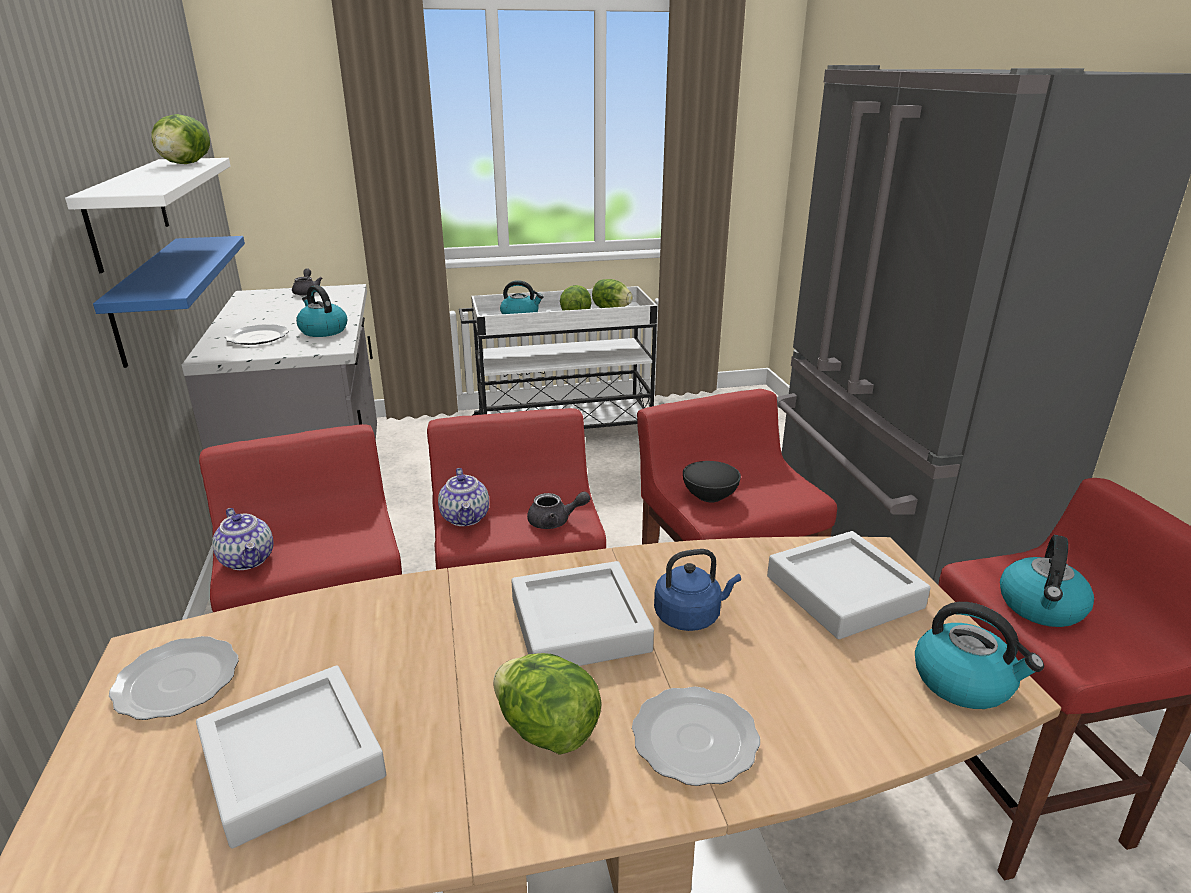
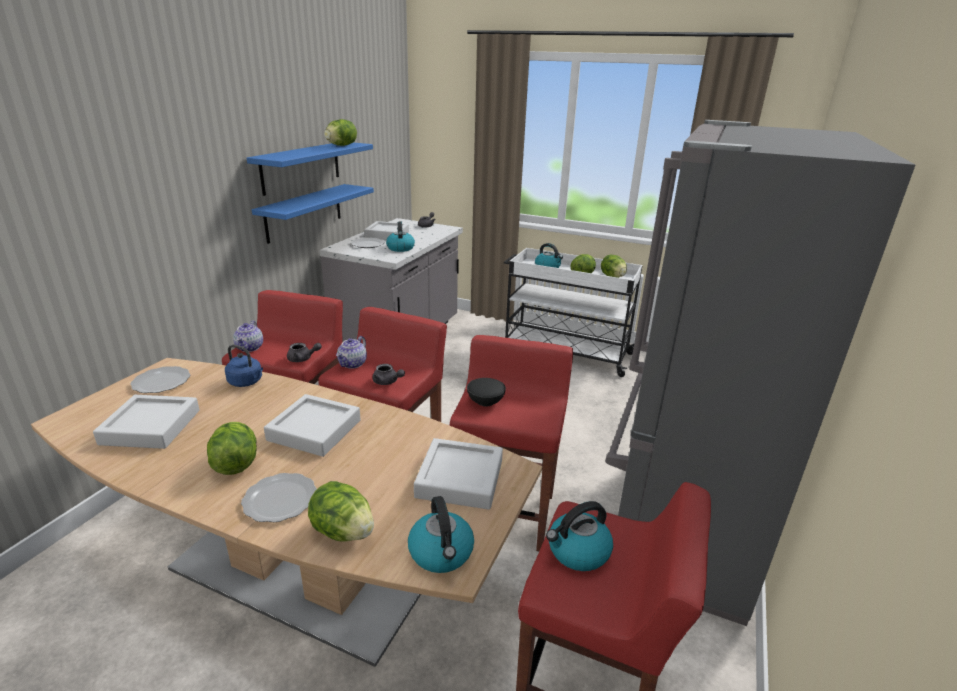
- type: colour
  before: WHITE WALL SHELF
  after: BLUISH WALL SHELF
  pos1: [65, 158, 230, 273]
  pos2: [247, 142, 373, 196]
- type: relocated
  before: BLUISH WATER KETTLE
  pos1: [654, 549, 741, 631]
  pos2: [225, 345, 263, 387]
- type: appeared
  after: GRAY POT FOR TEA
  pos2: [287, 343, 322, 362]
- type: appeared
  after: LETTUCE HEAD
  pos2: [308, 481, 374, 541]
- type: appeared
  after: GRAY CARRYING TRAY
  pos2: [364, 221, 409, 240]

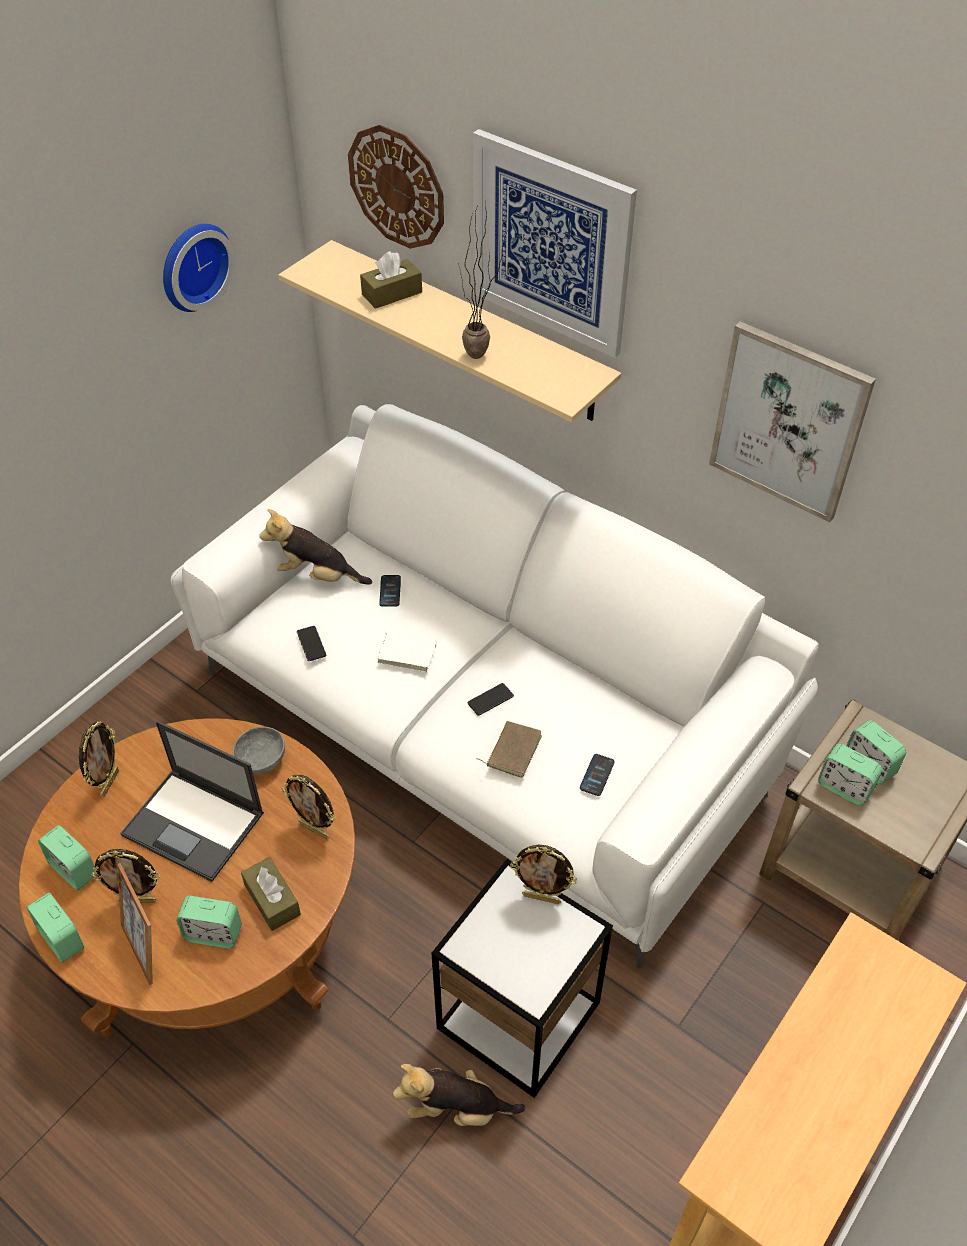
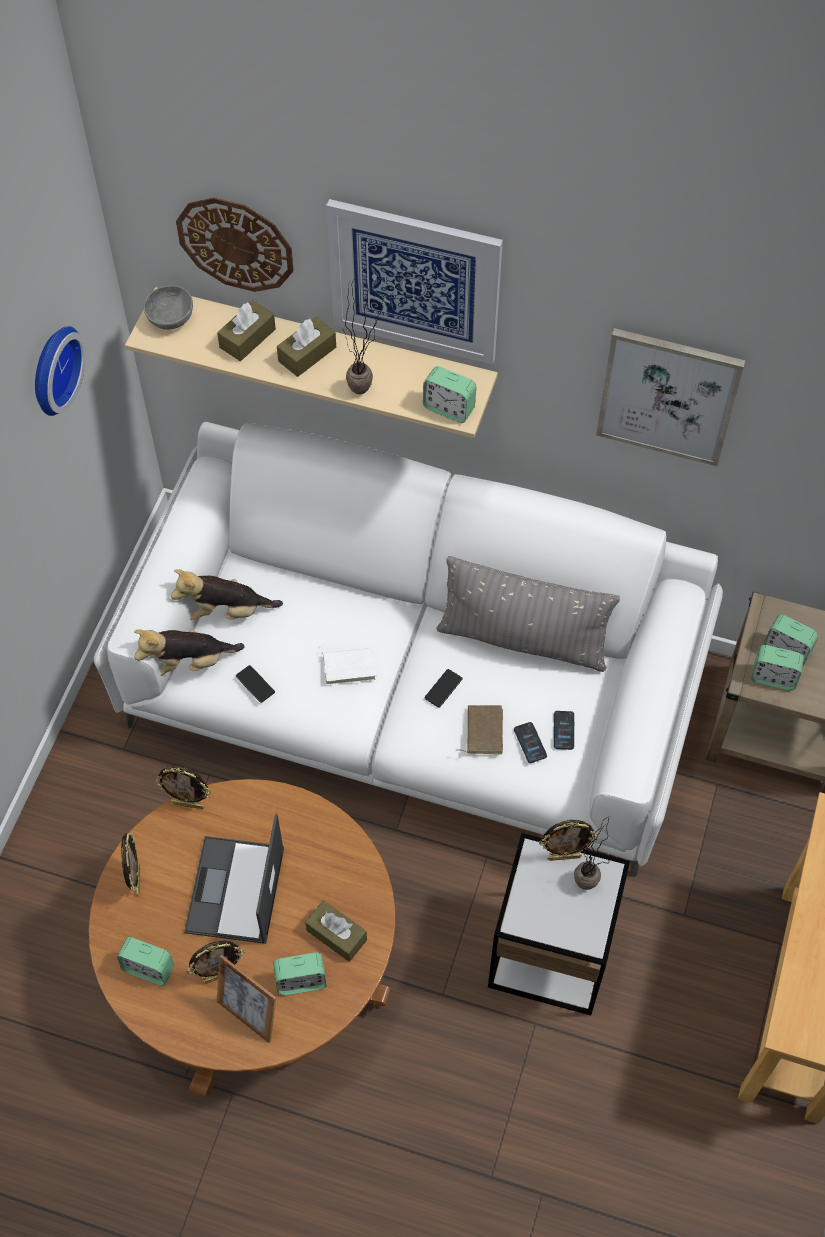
- type: relocated
  before: ALARM CLOCK
  pos1: [26, 893, 84, 963]
  pos2: [423, 366, 476, 423]
- type: spun
  before: PORTABLE COMPUTER
  pos1: [120, 721, 264, 882]
  pos2: [184, 813, 284, 944]
  turn: 90
- type: relocated
  before: GRAY DEEP DISH
  pos1: [233, 727, 285, 774]
  pos2: [144, 285, 193, 330]
- type: relocated
  before: PHOTO FRAME
  pos1: [281, 775, 335, 839]
  pos2: [154, 766, 211, 809]
- type: relocated
  before: PHONE
  pos1: [379, 575, 401, 607]
  pos2: [514, 722, 547, 763]
- type: relocated
  before: SOFT TOY
  pos1: [393, 1064, 525, 1126]
  pos2: [134, 629, 245, 676]
- type: appeared
  after: BROWN-COLOURED TISSUE BOX
  pos2: [277, 317, 336, 377]
- type: appeared
  after: GRAY PILLOW
  pos2: [436, 556, 620, 672]
- type: appeared
  after: POTTED PLANT
  pos2: [574, 816, 611, 890]

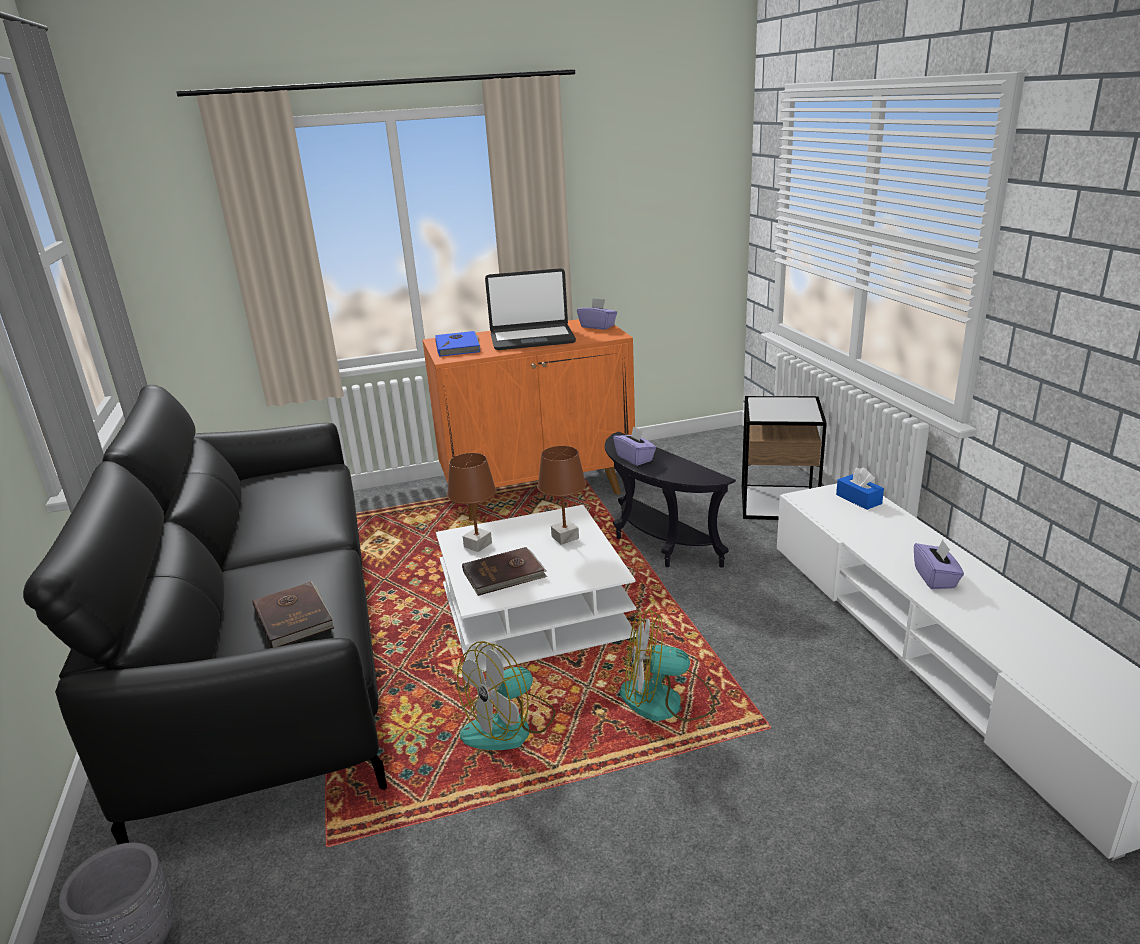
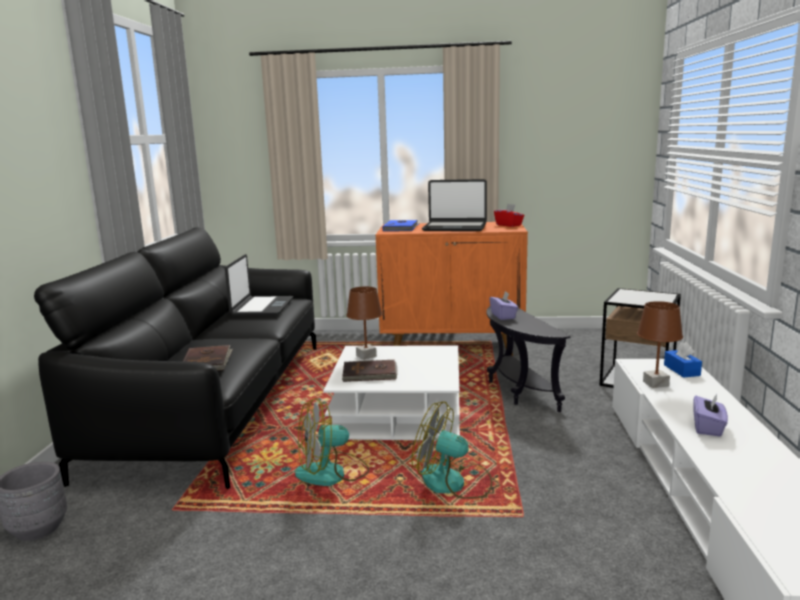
- type: relocated
  before: BROWN-COLOURED TABLETOP LAMP
  pos1: [537, 446, 586, 545]
  pos2: [637, 301, 683, 388]
- type: colour
  before: PURPLE-COLOURED TISSUE BOX
  after: RED-COLOURED TISSUE BOX
  pos1: [577, 298, 617, 330]
  pos2: [494, 204, 524, 227]
- type: appeared
  after: PORTABLE COMPUTER
  pos2: [225, 254, 293, 316]

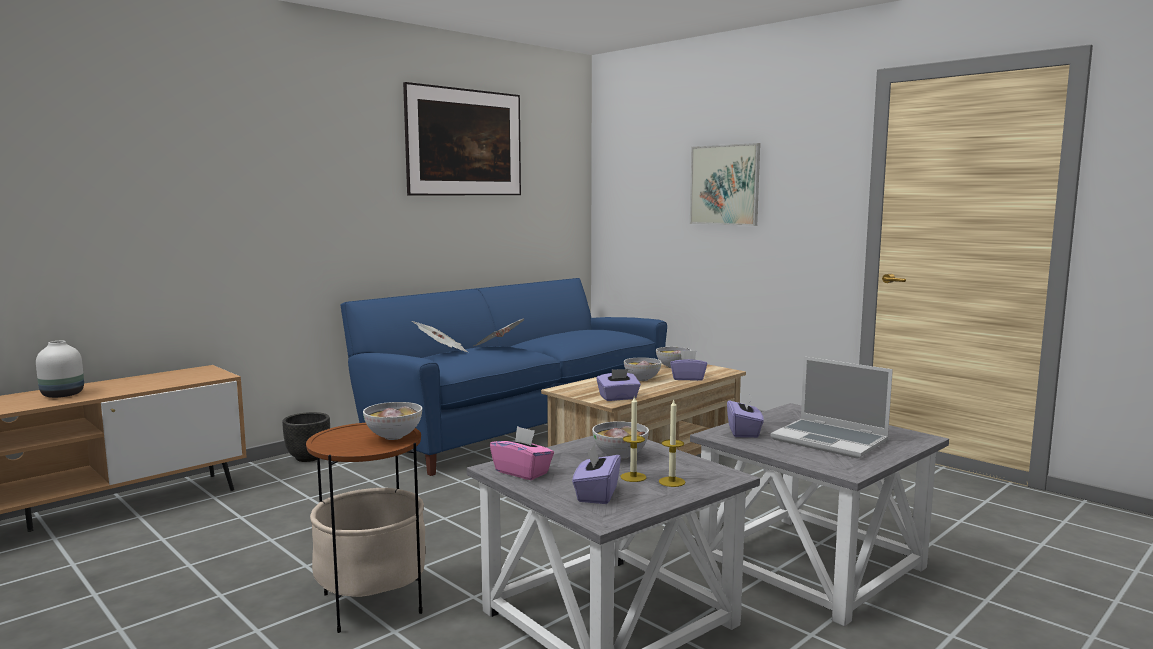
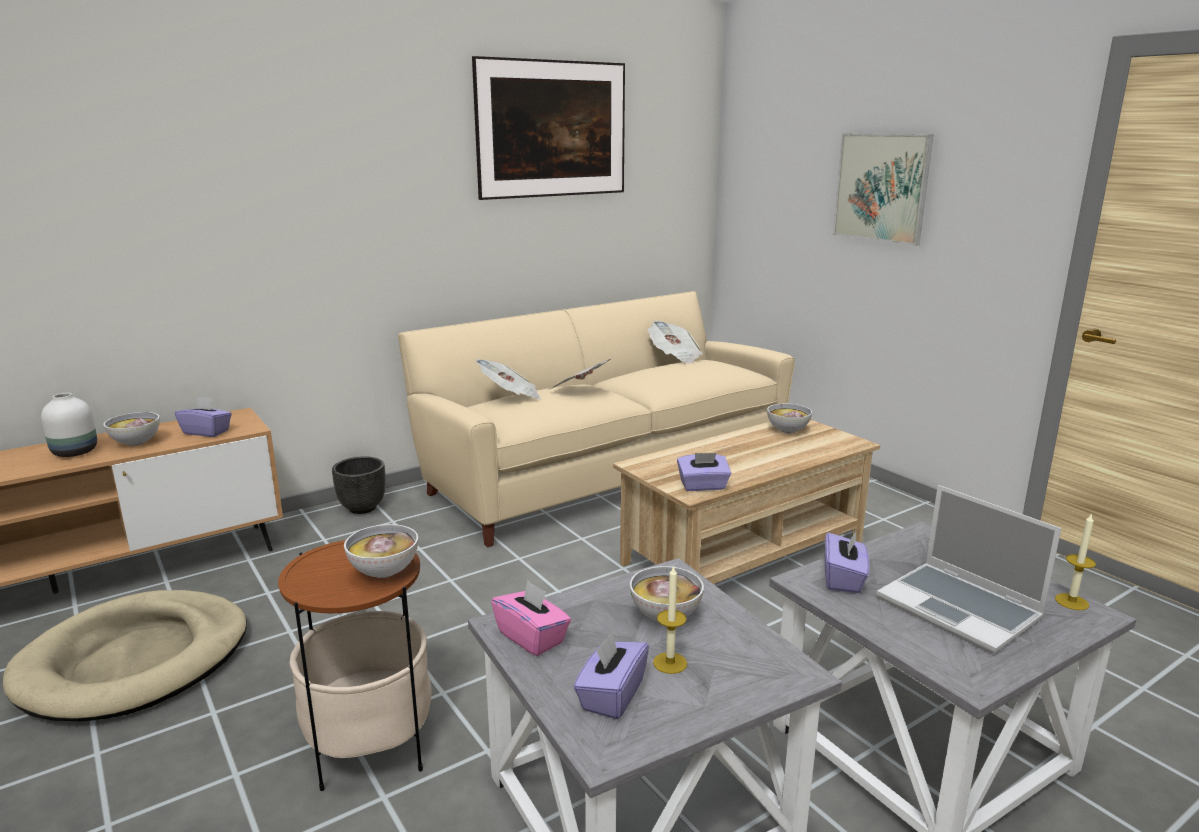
- type: colour
  before: BLUISH SETTEE
  after: BEIGE SETTEE
  pos1: [341, 278, 667, 476]
  pos2: [398, 291, 795, 547]
- type: relocated
  before: DEEP DISH
  pos1: [624, 358, 662, 381]
  pos2: [103, 412, 160, 446]
- type: relocated
  before: WAX LIGHT
  pos1: [659, 400, 685, 487]
  pos2: [1055, 513, 1096, 610]
- type: relocated
  before: PURPLE-COLOURED TISSUE BOX
  pos1: [670, 350, 707, 381]
  pos2: [175, 397, 232, 437]
- type: appeared
  after: BEIGE PET BED
  pos2: [3, 590, 247, 722]
- type: appeared
  after: PRINTED PAPER
  pos2: [648, 321, 703, 364]

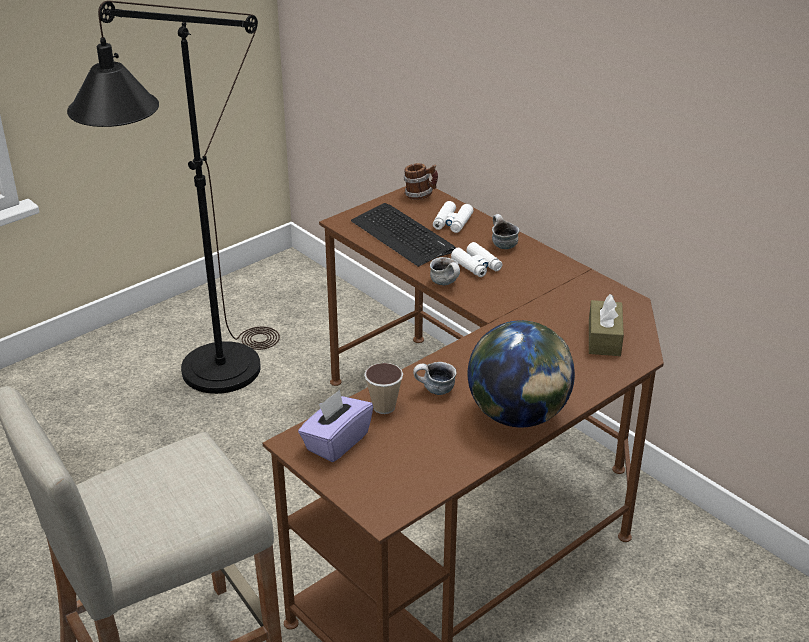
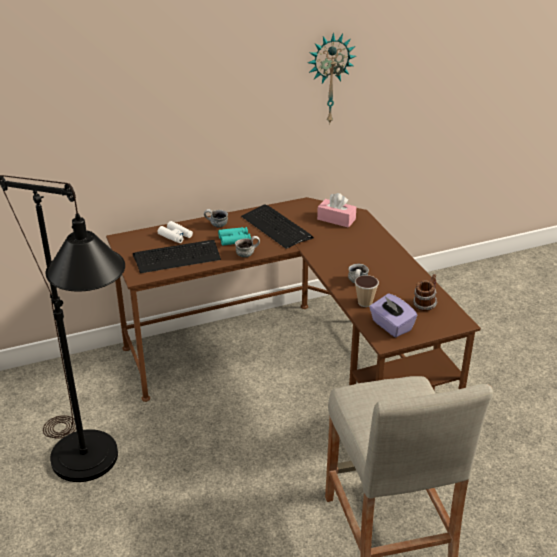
- type: relocated
  before: TEA MUG
  pos1: [403, 163, 438, 200]
  pos2: [413, 274, 438, 311]
- type: colour
  before: WHITE PAIR OF BINOCULARS
  after: TURQUOISE PAIR OF BINOCULARS
  pos1: [451, 242, 502, 277]
  pos2: [218, 227, 251, 246]
- type: missing
  before: DESK GLOBE
  pos1: [467, 320, 575, 428]
- type: colour
  before: BROWN-COLOURED TISSUE BOX
  after: PINKISH TISSUE BOX
  pos1: [589, 294, 624, 356]
  pos2: [317, 193, 356, 228]
- type: appeared
  after: COMPUTER KEYBOARD
  pos2: [242, 204, 314, 249]
- type: appeared
  after: WALL CLOCK
  pos2: [308, 32, 356, 125]

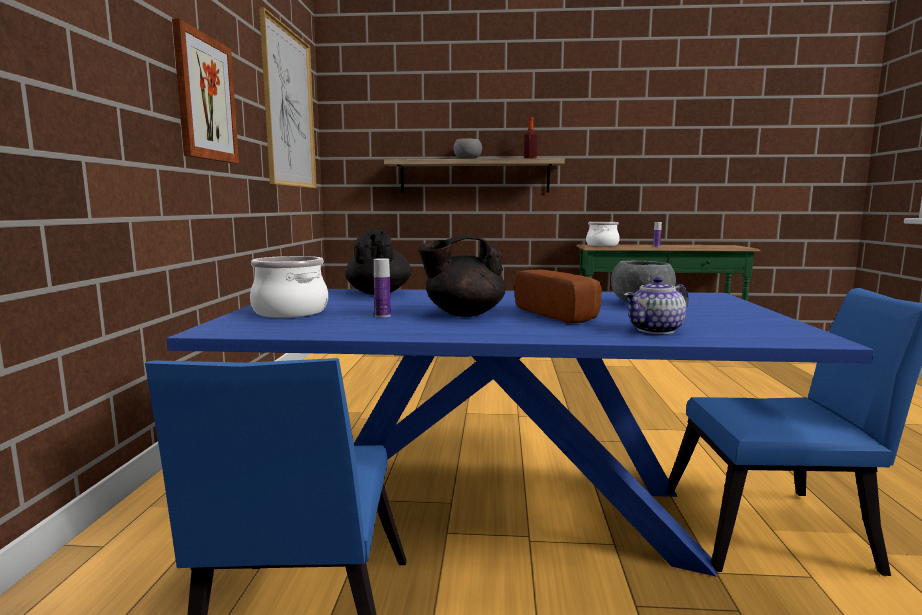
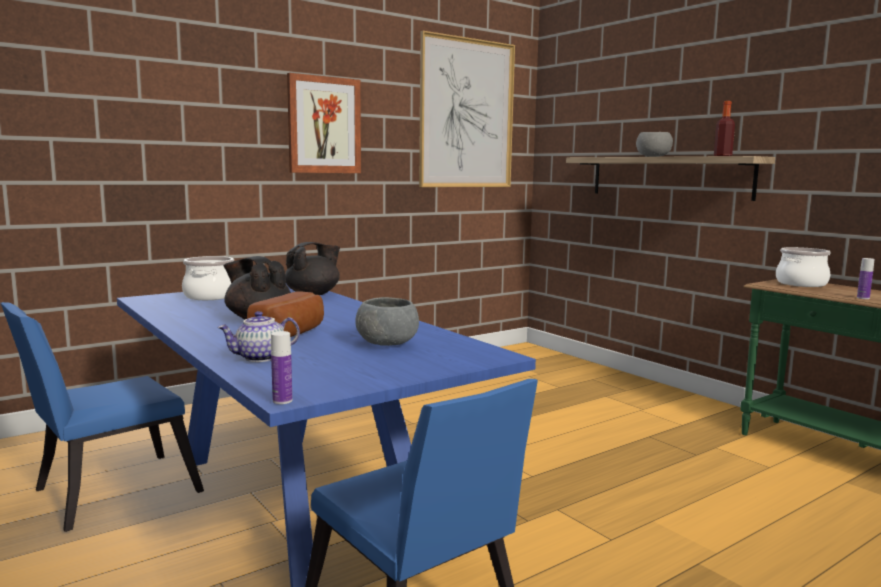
- type: relocated
  before: BEVERAGE BOTTLE
  pos1: [374, 258, 391, 317]
  pos2: [271, 331, 292, 404]
- type: spun
  before: POT FOR TEA
  pos1: [624, 277, 689, 334]
  pos2: [217, 311, 300, 362]
  turn: -45

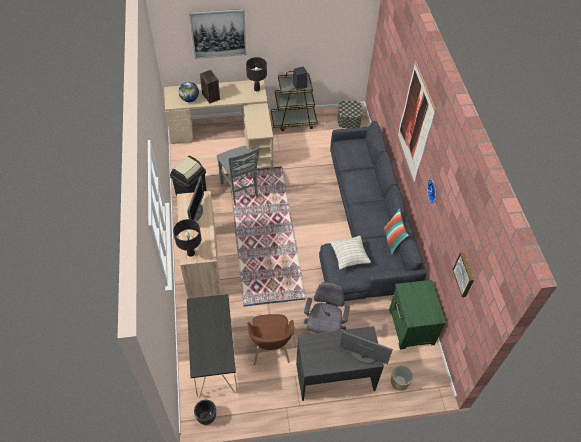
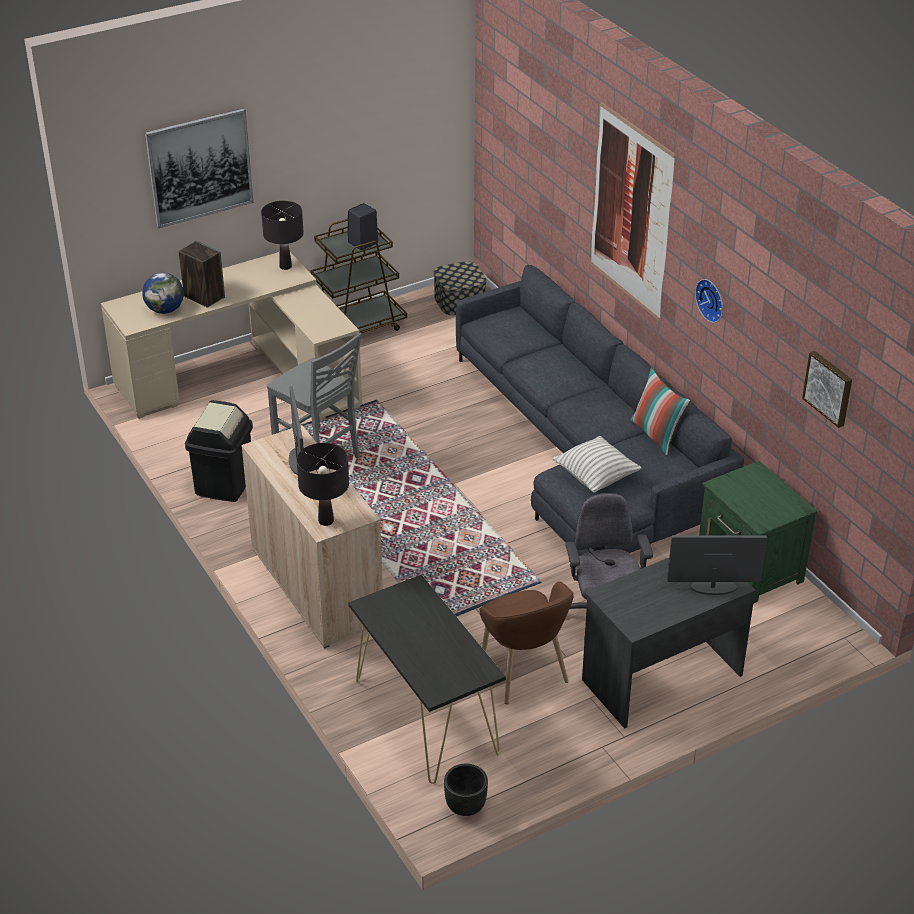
- type: missing
  before: FLOWER POT
  pos1: [391, 365, 413, 390]

